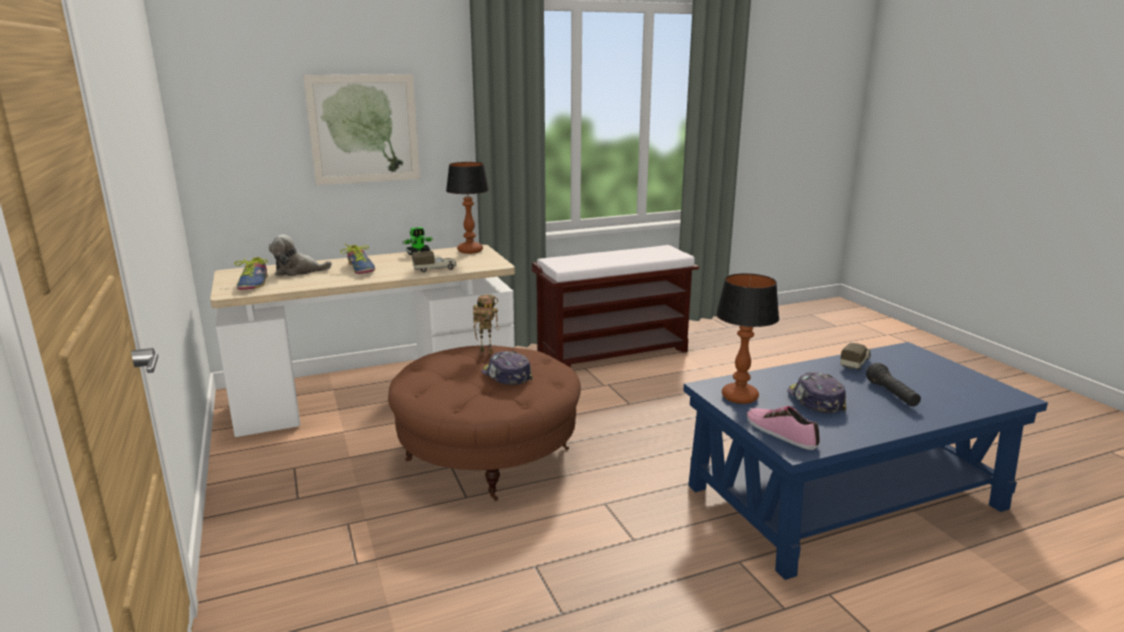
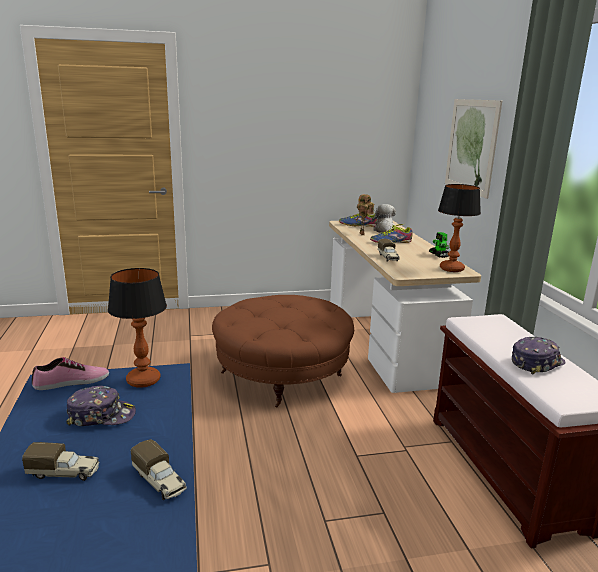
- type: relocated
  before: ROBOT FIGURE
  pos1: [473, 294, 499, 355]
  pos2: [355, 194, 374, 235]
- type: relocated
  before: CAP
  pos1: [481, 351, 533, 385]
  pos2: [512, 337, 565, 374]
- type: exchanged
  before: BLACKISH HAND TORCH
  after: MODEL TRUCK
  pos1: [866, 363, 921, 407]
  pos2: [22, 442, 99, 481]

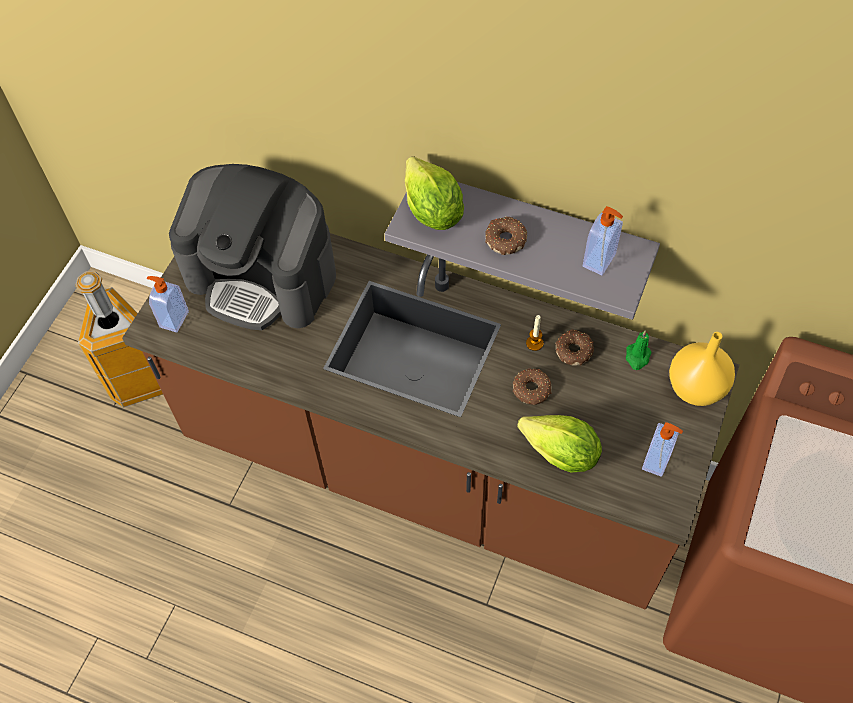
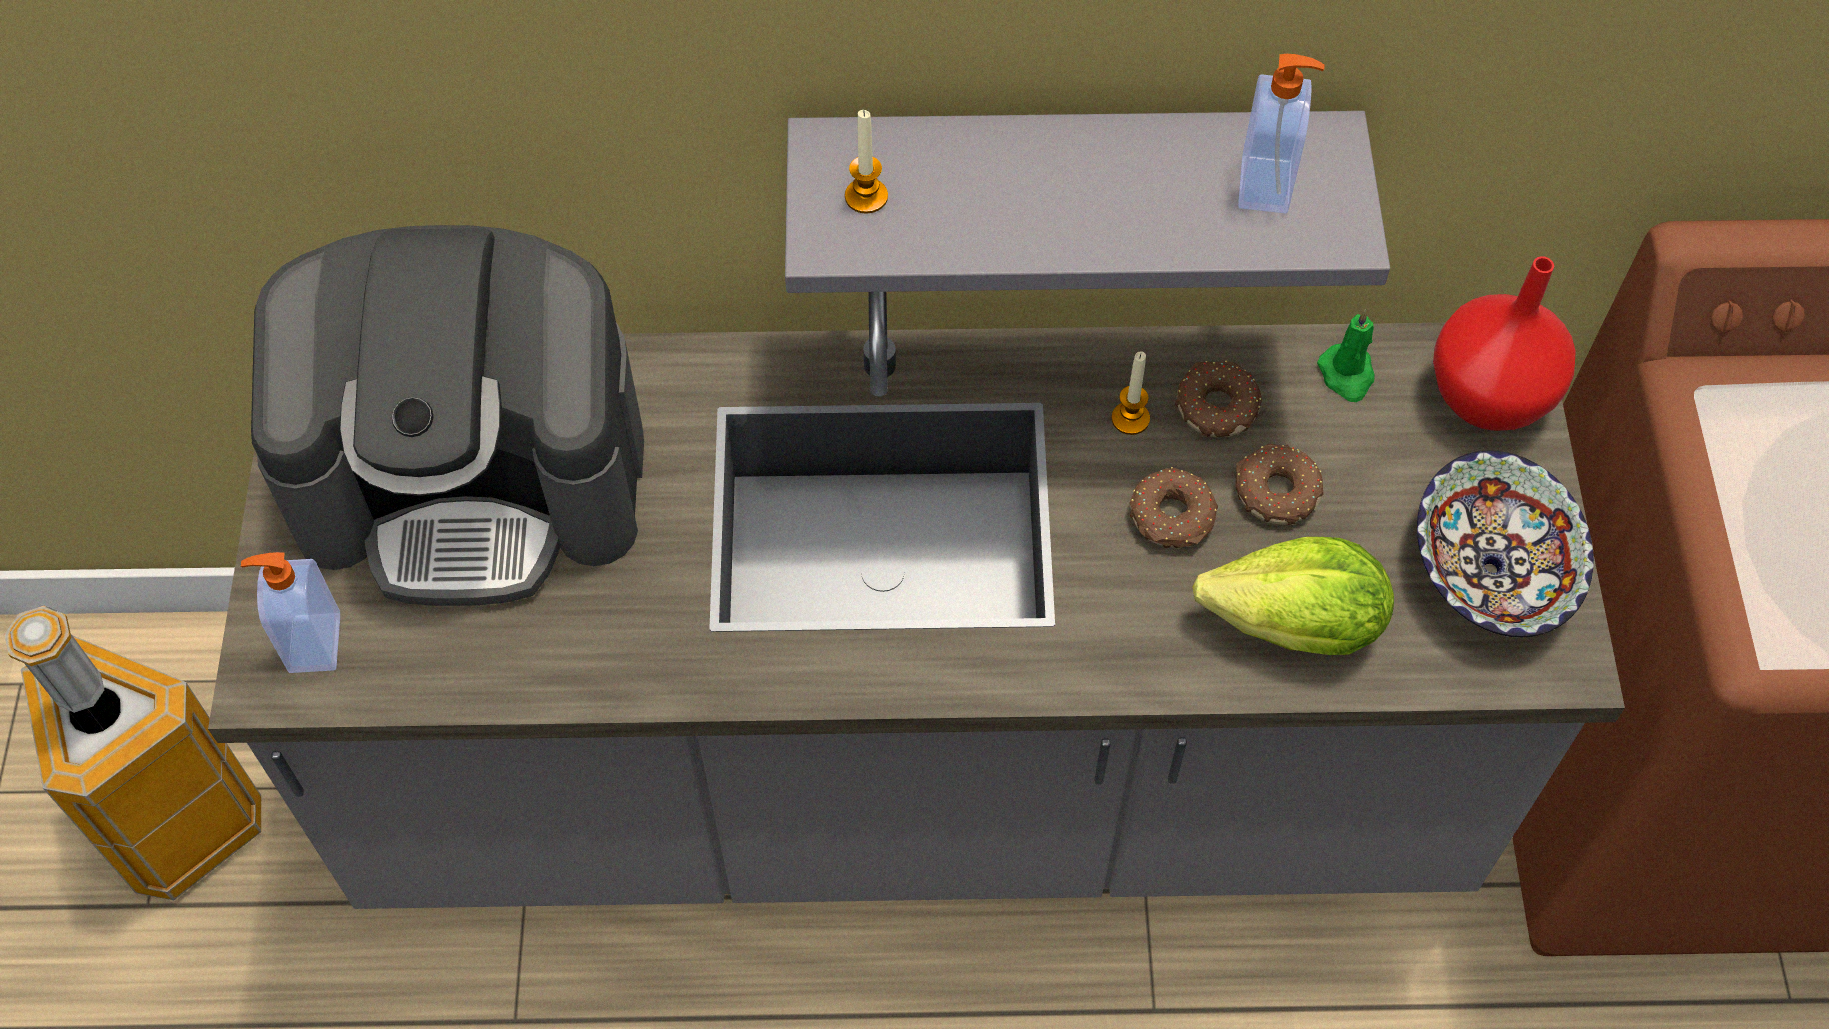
- type: colour
  before: BROWN-COLOURED COUNTER
  after: GRAY COUNTER
  pos1: [122, 233, 739, 609]
  pos2: [208, 292, 1625, 909]
- type: exchanged
  before: LETTUCE HEAD
  after: WAX LIGHT
  pos1: [405, 156, 464, 230]
  pos2: [845, 110, 888, 214]
- type: relocated
  before: DOUGHNUT
  pos1: [485, 217, 527, 255]
  pos2: [1235, 444, 1324, 525]
- type: exchanged
  before: SOAP BOTTLE
  after: DEEP DISH
  pos1: [642, 422, 683, 477]
  pos2: [1417, 451, 1594, 637]
- type: colour
  before: YELLOWISH VASE
  after: RED-COLOURED VASE
  pos1: [669, 332, 735, 406]
  pos2: [1433, 256, 1576, 431]

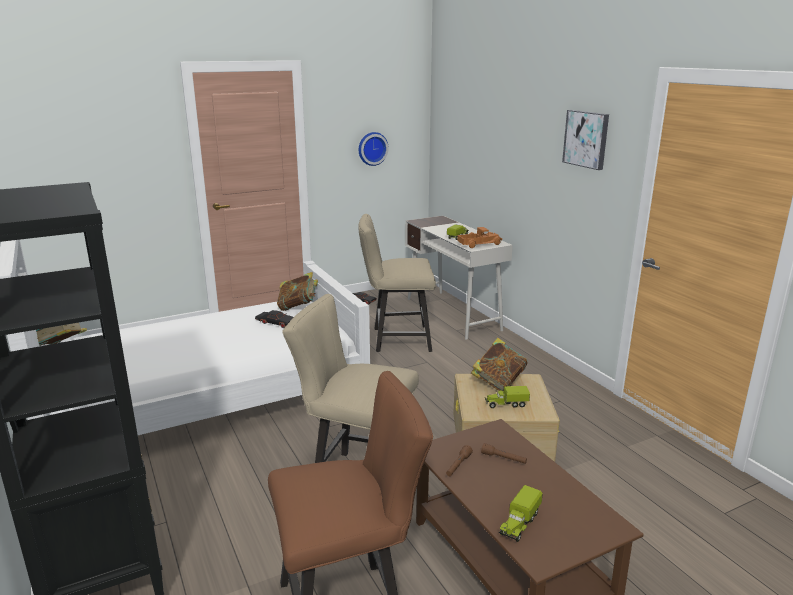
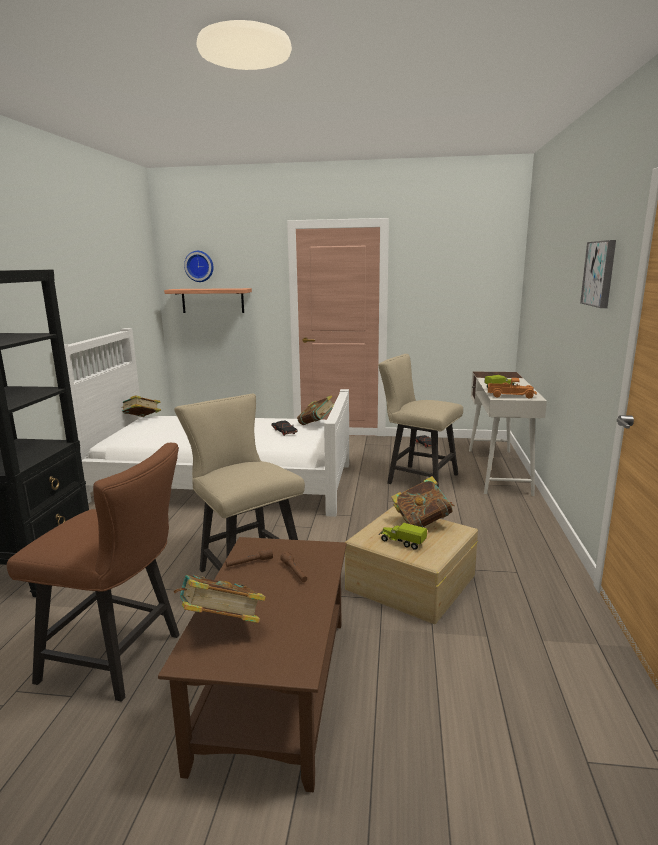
- type: relocated
  before: WALL CLOCK
  pos1: [359, 132, 389, 166]
  pos2: [184, 251, 213, 282]
- type: exchanged
  before: MODEL TRUCK
  after: BOUND BOOK
  pos1: [499, 485, 543, 542]
  pos2: [173, 575, 266, 623]
- type: appeared
  after: WALL SHELF
  pos2: [164, 288, 252, 313]

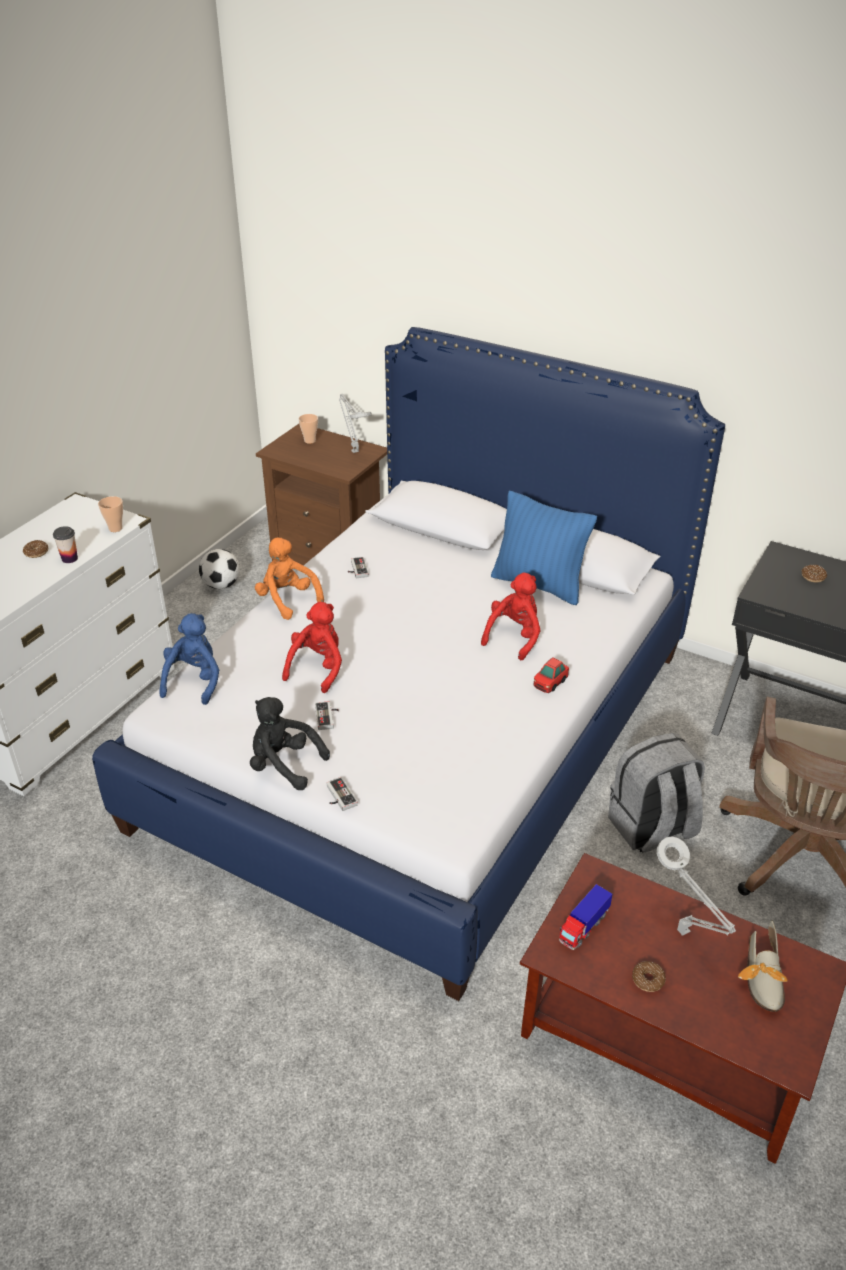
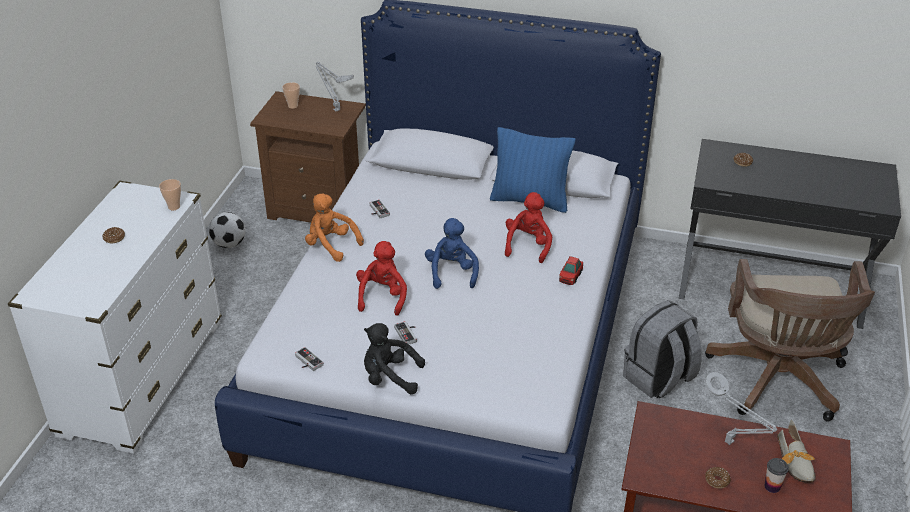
- type: relocated
  before: SMALL CUP
  pos1: [53, 526, 78, 563]
  pos2: [764, 458, 789, 493]
- type: relocated
  before: BLUISH SOFT TOY
  pos1: [160, 613, 219, 705]
  pos2: [425, 218, 479, 289]
- type: relocated
  before: GAME CONTROLLER
  pos1: [327, 777, 358, 811]
  pos2: [295, 347, 324, 371]
- type: missing
  before: MODEL TRUCK
  pos1: [559, 884, 612, 950]

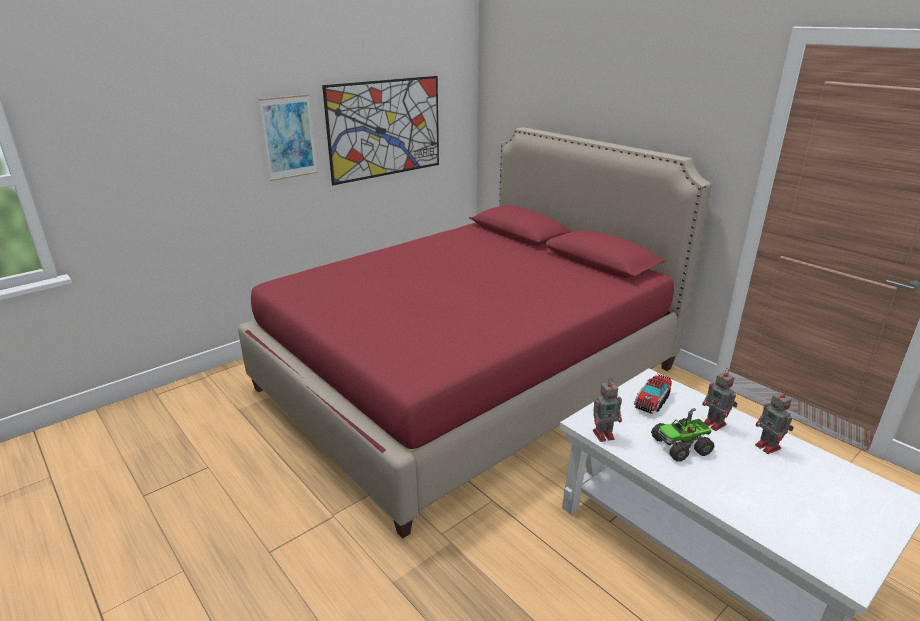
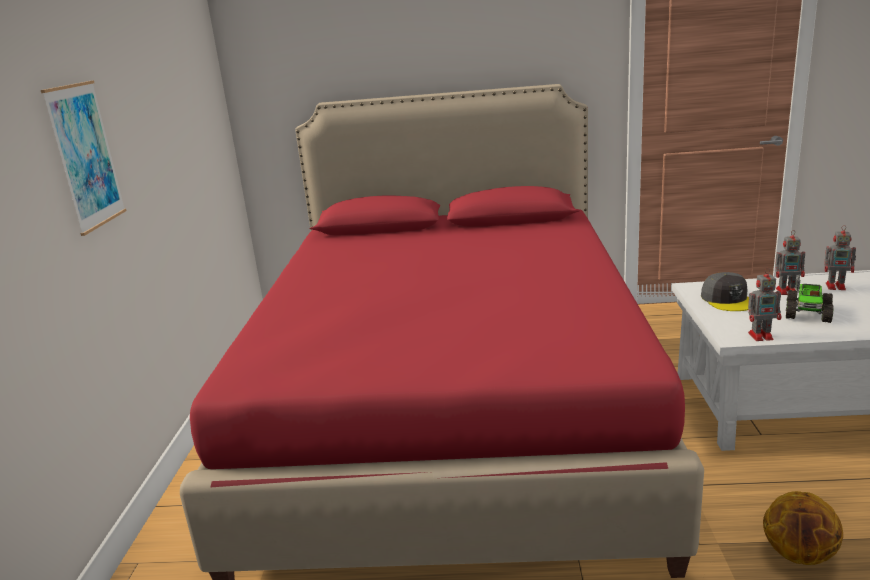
- type: missing
  before: PICTURE
  pos1: [322, 76, 439, 185]
- type: spun
  before: ROBOT FIGURE
  pos1: [593, 378, 622, 442]
  pos2: [748, 268, 781, 341]
  turn: 60
- type: exchanged
  before: MODEL TRUCK
  after: GRAY CAP
  pos1: [634, 374, 672, 414]
  pos2: [701, 272, 749, 311]
- type: appeared
  after: BASKETBALL BALL
  pos2: [763, 491, 843, 565]

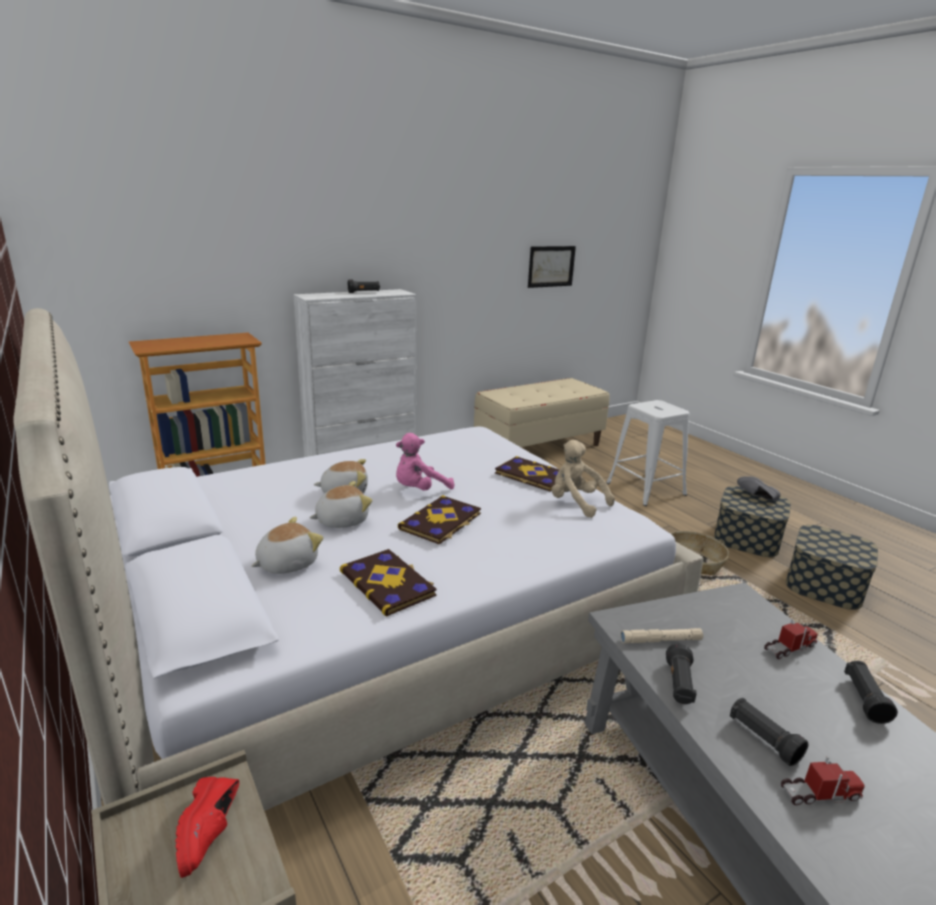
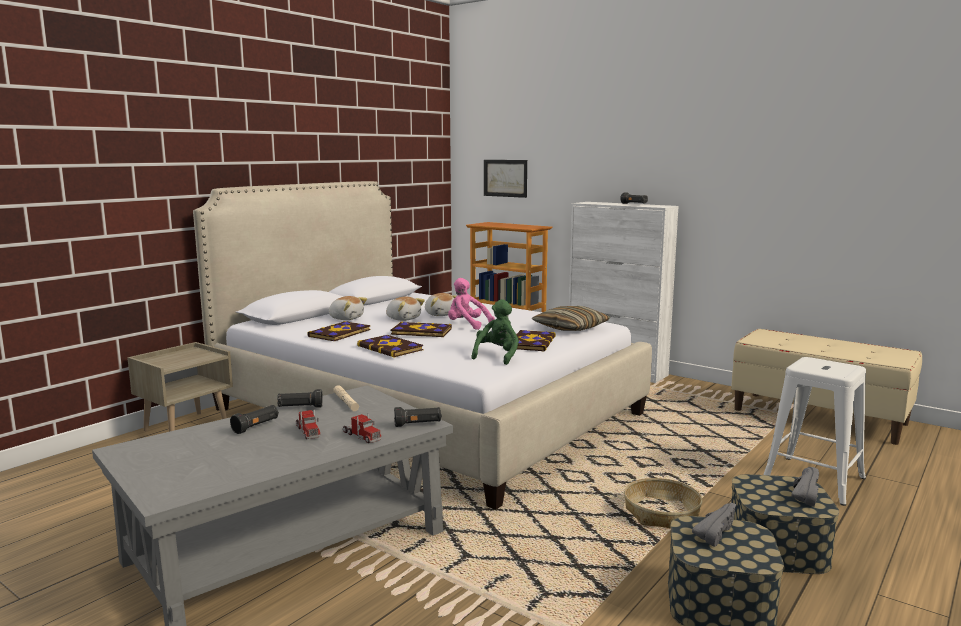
- type: missing
  before: RED-COLOURED ITEM OF FOOTWEAR
  pos1: [176, 777, 239, 878]
- type: relocated
  before: PICTURE
  pos1: [528, 246, 576, 288]
  pos2: [484, 160, 527, 198]
- type: colour
  before: BEIGE SOFT TOY
  after: GREENISH SOFT TOY
  pos1: [552, 440, 615, 518]
  pos2: [471, 299, 519, 365]
- type: relocated
  before: MODEL TRUCK
  pos1: [781, 756, 865, 805]
  pos2: [296, 410, 321, 439]
- type: relocated
  before: BLACKISH HAND TORCH
  pos1: [844, 661, 898, 724]
  pos2: [394, 407, 442, 427]
- type: appeared
  after: BOUND BOOK
  pos2: [357, 335, 423, 357]
- type: appeared
  after: PILLOW
  pos2: [532, 306, 610, 331]
- type: appeared
  after: GRAY ITEM OF FOOTWEAR
  pos2: [692, 503, 736, 547]

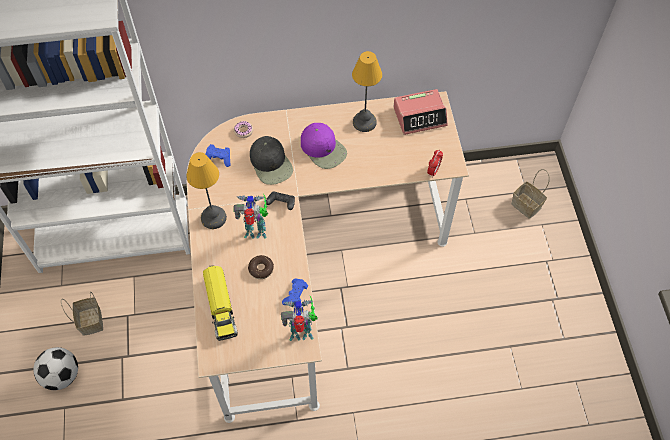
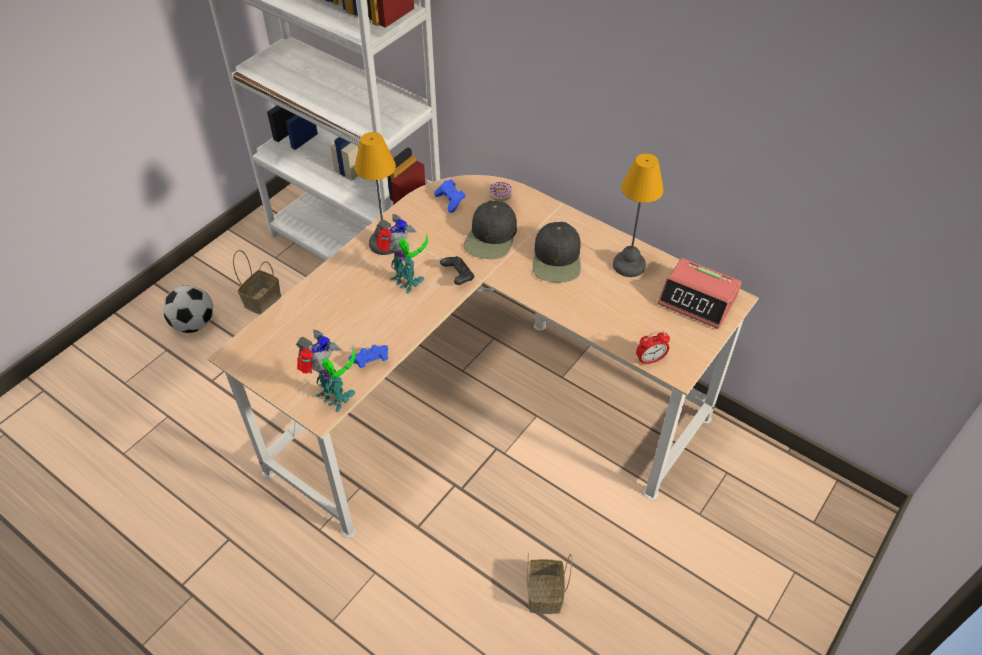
- type: missing
  before: MODEL TRUCK
  pos1: [203, 265, 238, 341]
- type: missing
  before: DOUGHNUT
  pos1: [248, 255, 274, 279]
- type: colour
  before: PURPLE-COLOURED CAP
  after: BLACKISH CAP
  pos1: [301, 123, 347, 169]
  pos2: [533, 222, 581, 282]
- type: relocated
  before: BASKET
  pos1: [511, 169, 550, 219]
  pos2: [528, 553, 572, 614]

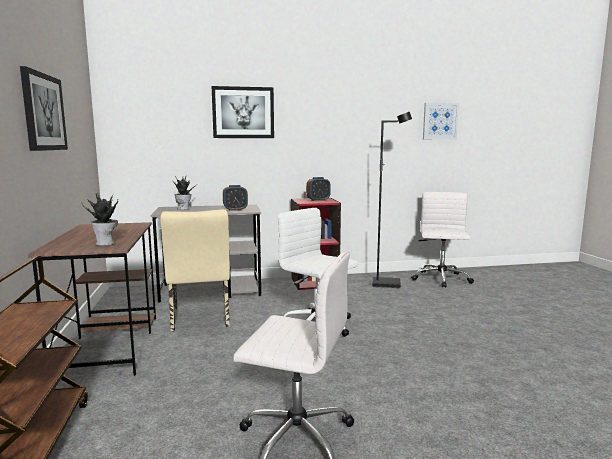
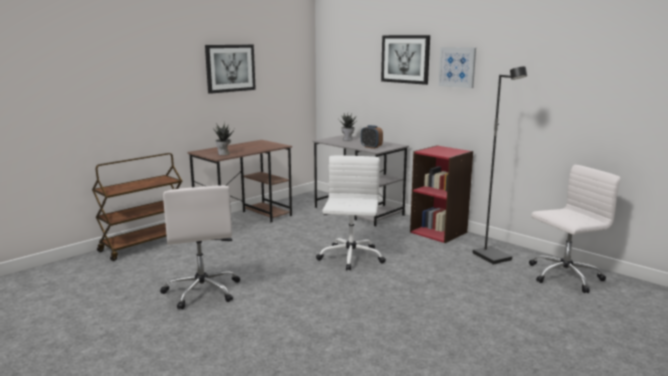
- type: missing
  before: BEIGE PLAIN CHAIR
  pos1: [160, 209, 230, 332]
- type: missing
  before: ALARM CLOCK
  pos1: [306, 177, 331, 201]
- type: relocated
  before: PICTURE
  pos1: [423, 103, 459, 139]
  pos2: [438, 47, 476, 88]

